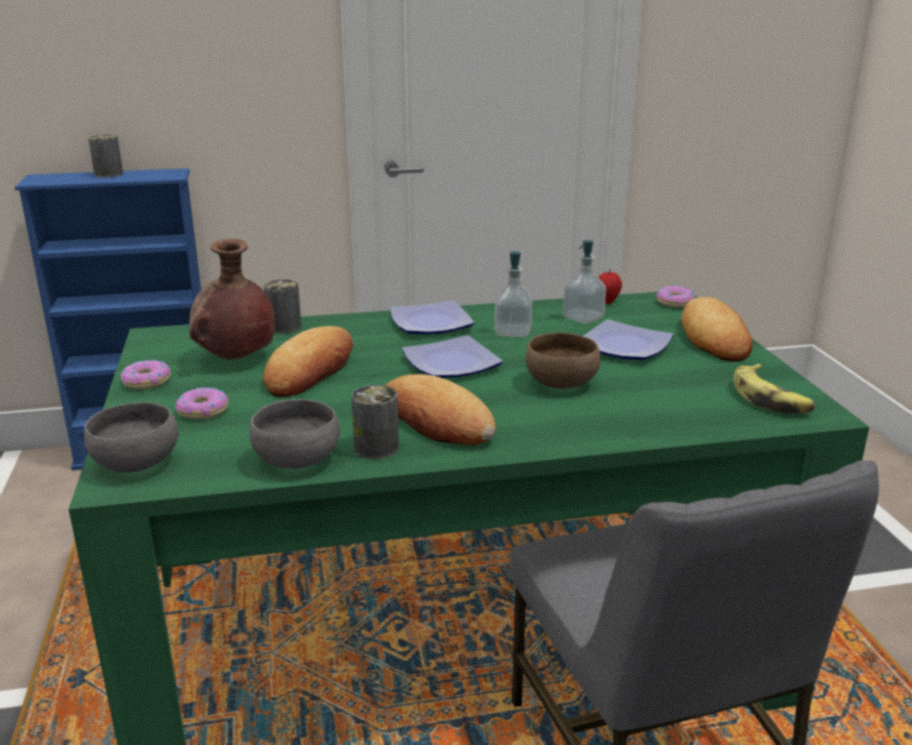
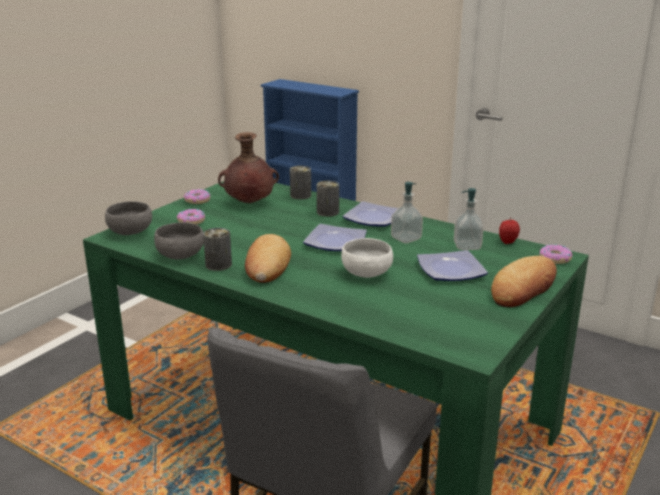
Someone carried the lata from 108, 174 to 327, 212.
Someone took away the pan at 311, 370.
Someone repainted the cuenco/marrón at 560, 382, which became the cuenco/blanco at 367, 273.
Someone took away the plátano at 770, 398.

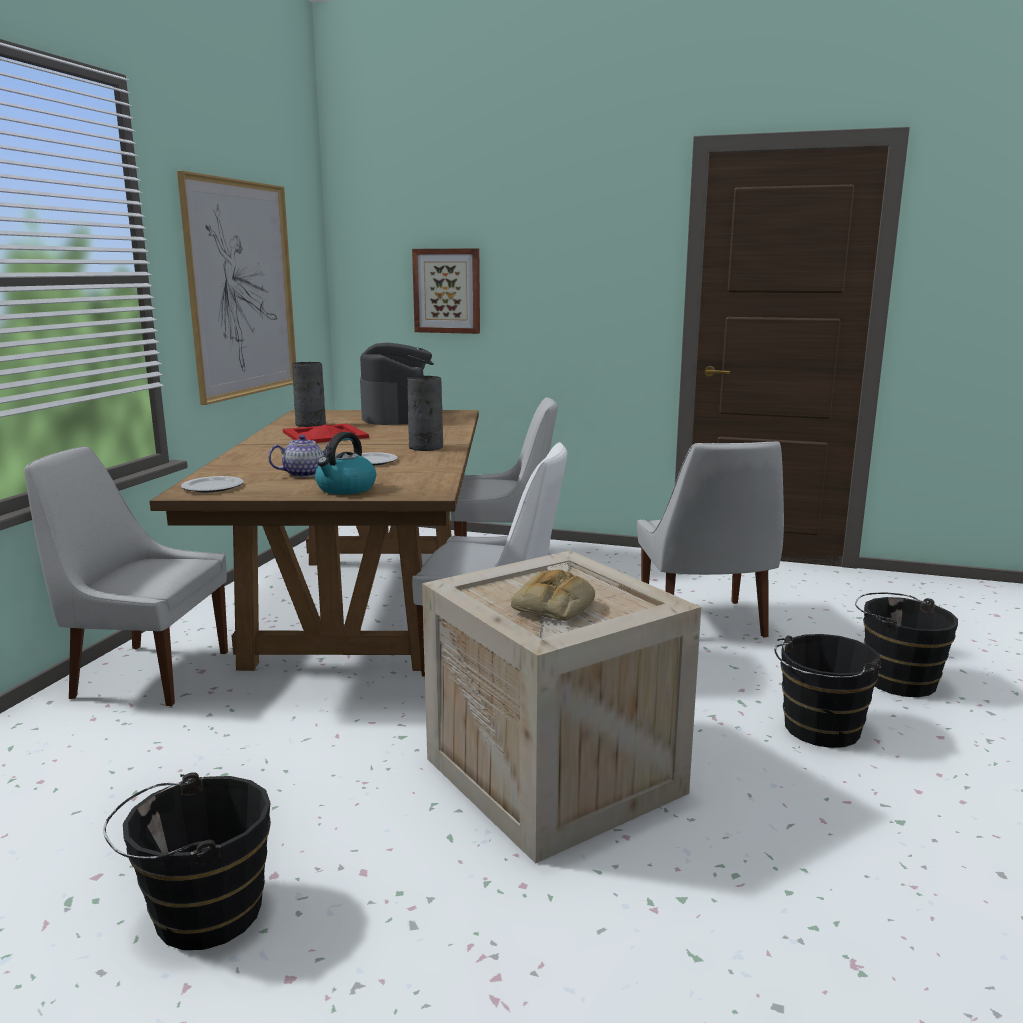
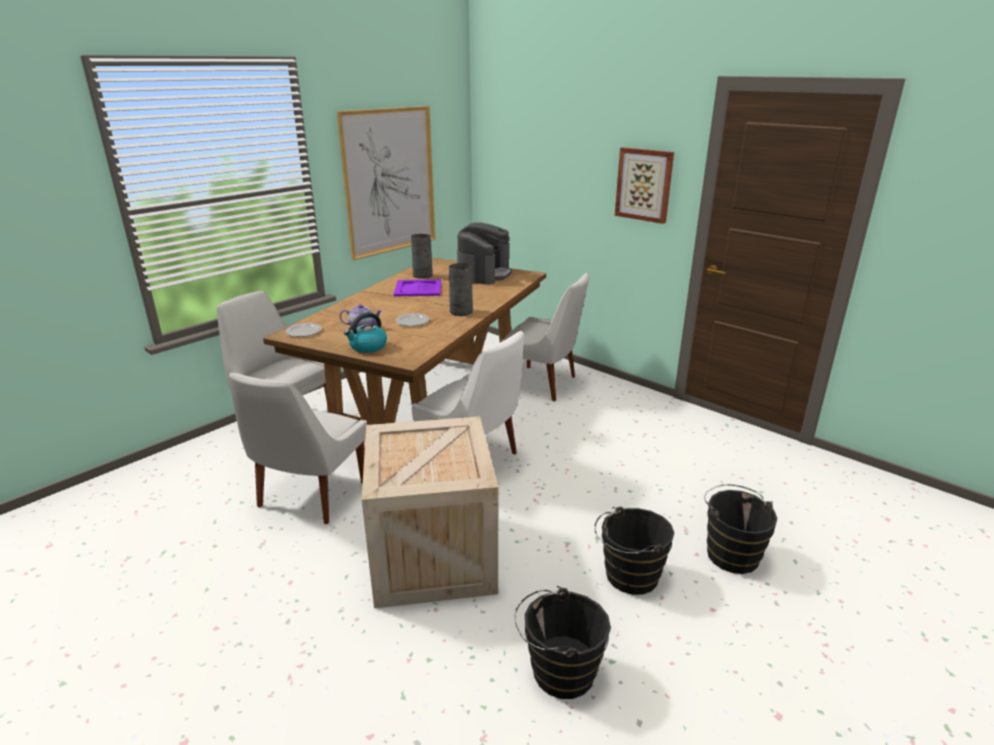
Someone carried the cuadro from 447, 291 to 644, 184.
Someone repainted the bandeja/rojo at 324, 435, which became the bandeja/morado at 417, 288.
Someone carried the silla/blanco from 703, 623 to 310, 497.
Someone took away the pan at 554, 606.
Someone carried the cubo/negro from 199, 914 to 558, 671.

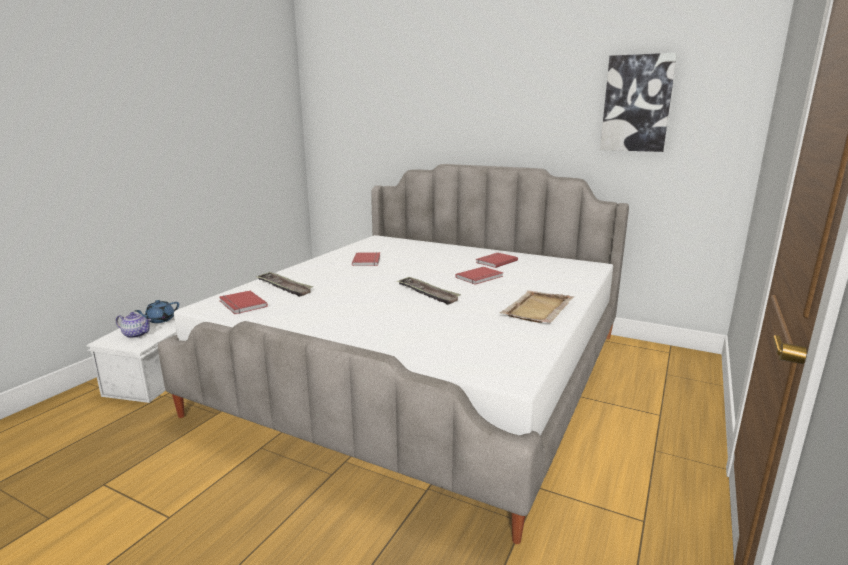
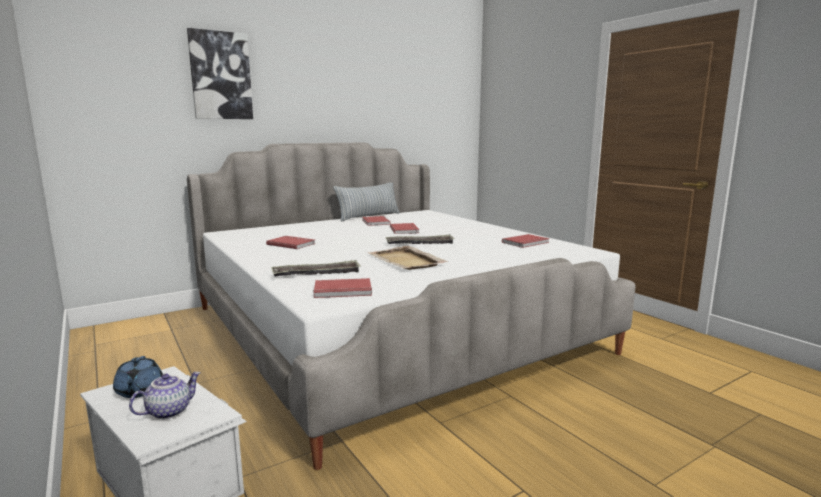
Someone carried the cuadro from 637, 103 to 220, 76.
Someone carried the bandeja/beis from 537, 309 to 406, 261.
Someone put down the cojín at 368, 216.
Someone put down the libro/rojo at 526, 243.

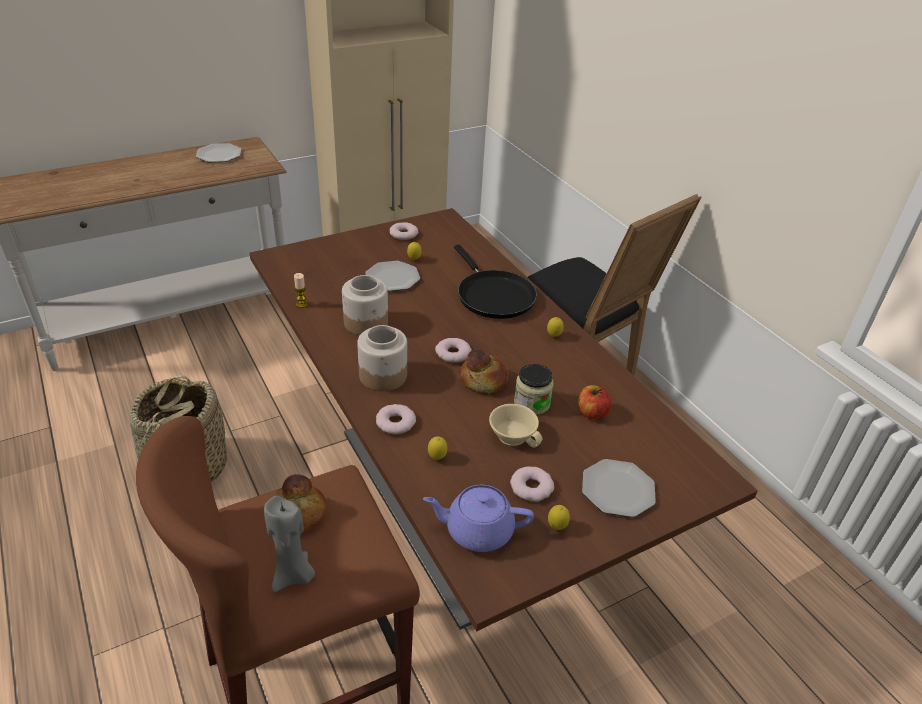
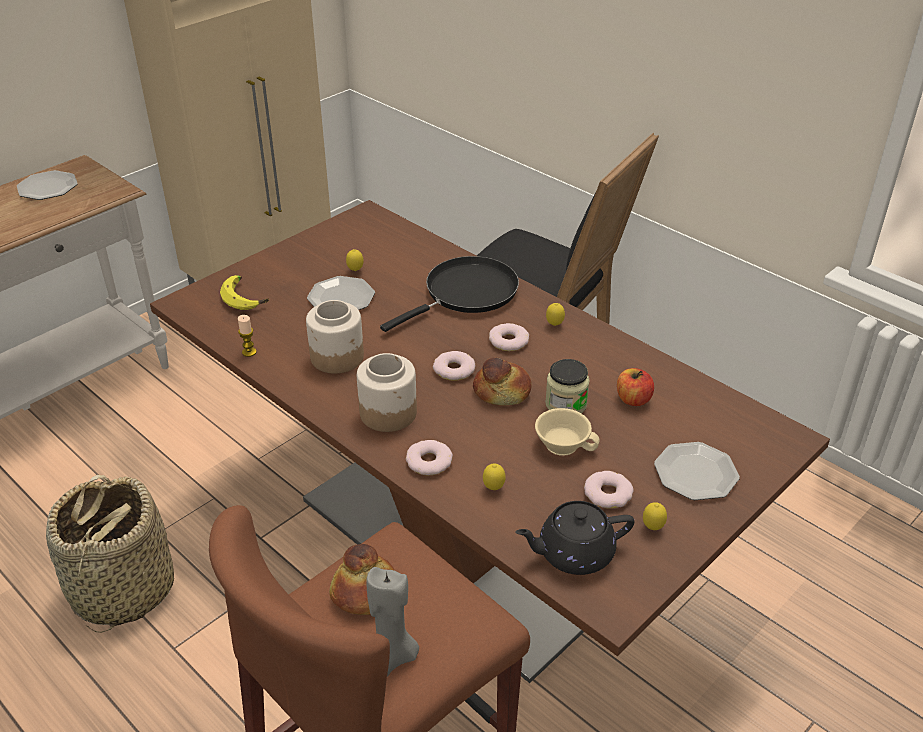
Someone carried the rosquilla from 403, 234 to 508, 341.
Someone rotated the sartén/negro at 493, 295 by 90 degrees counterclockwise.
Someone repainted the tetera/morado at 477, 530, which became the tetera/negro at 573, 553.
Someone put down the plátano at 245, 297.

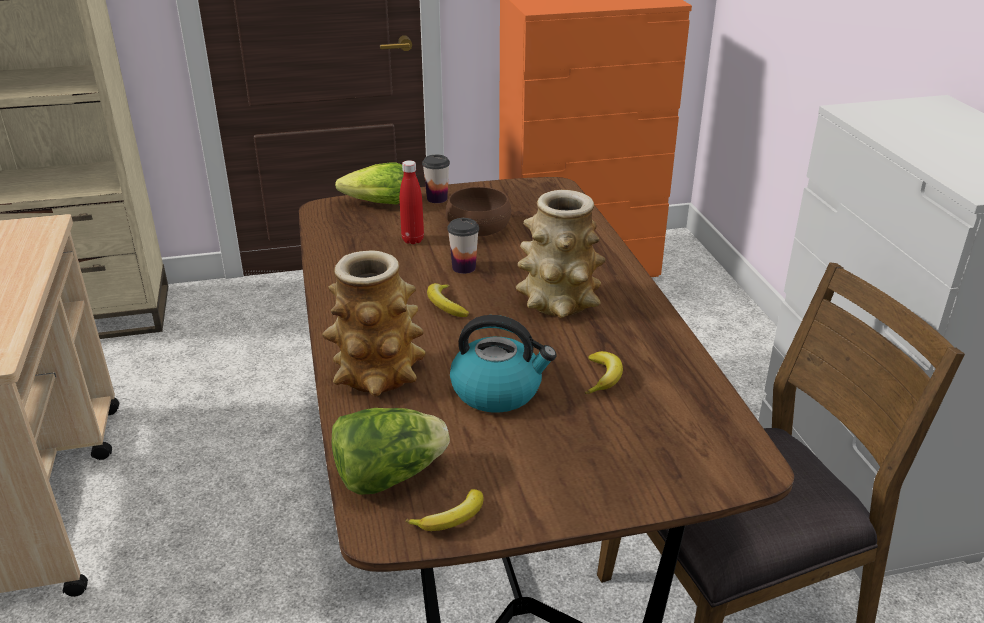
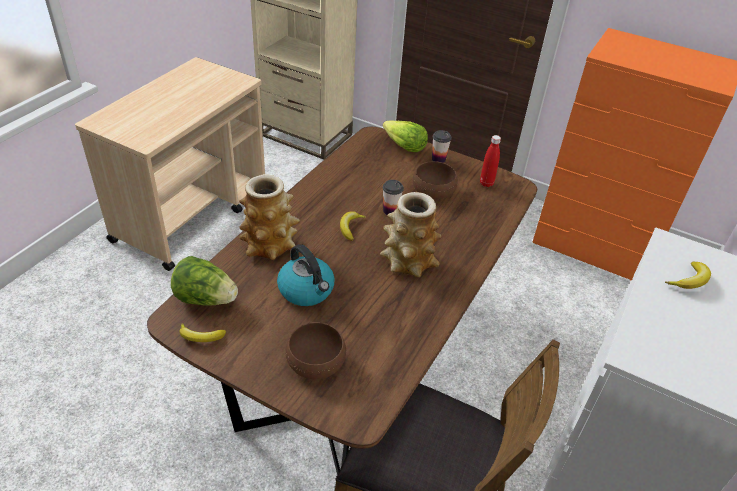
Someone carried the botella/rojo from 413, 240 to 486, 183.
Someone carried the plátano from 603, 377 to 689, 281.
Someone put down the cuenco/marrón at 316, 362.

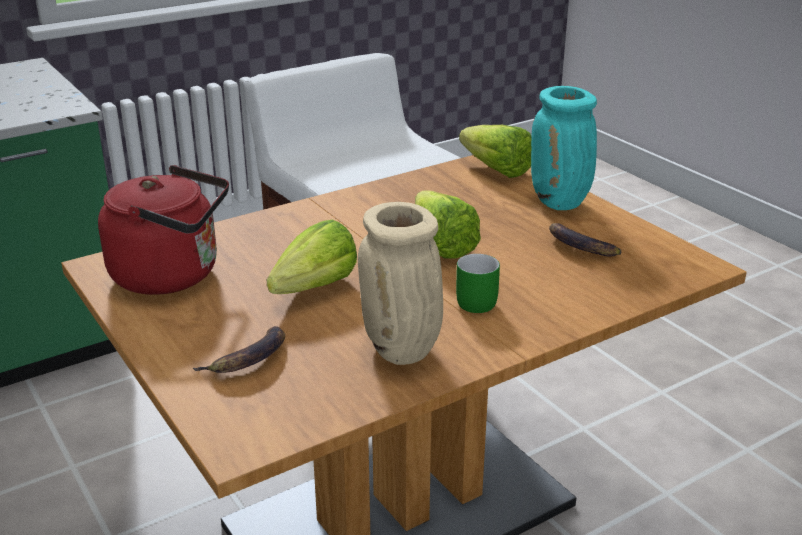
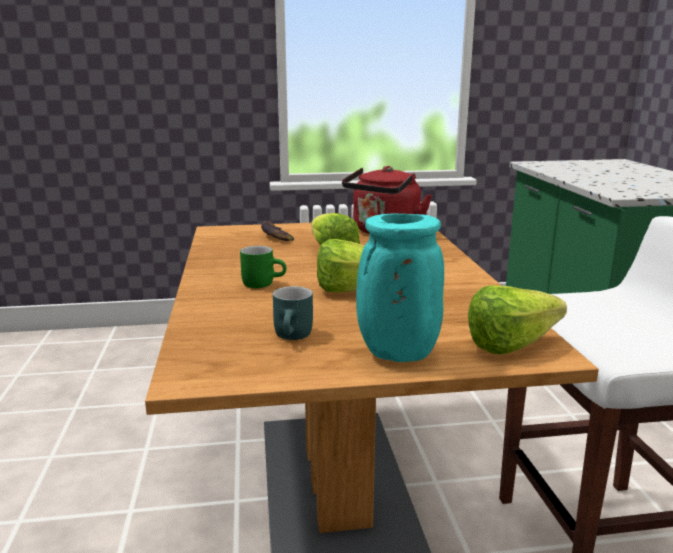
Someone took away the florero/beis at 402, 351.
Someone swapped the plátano at 579, 246 for the taza grande/turquesa at 295, 336.

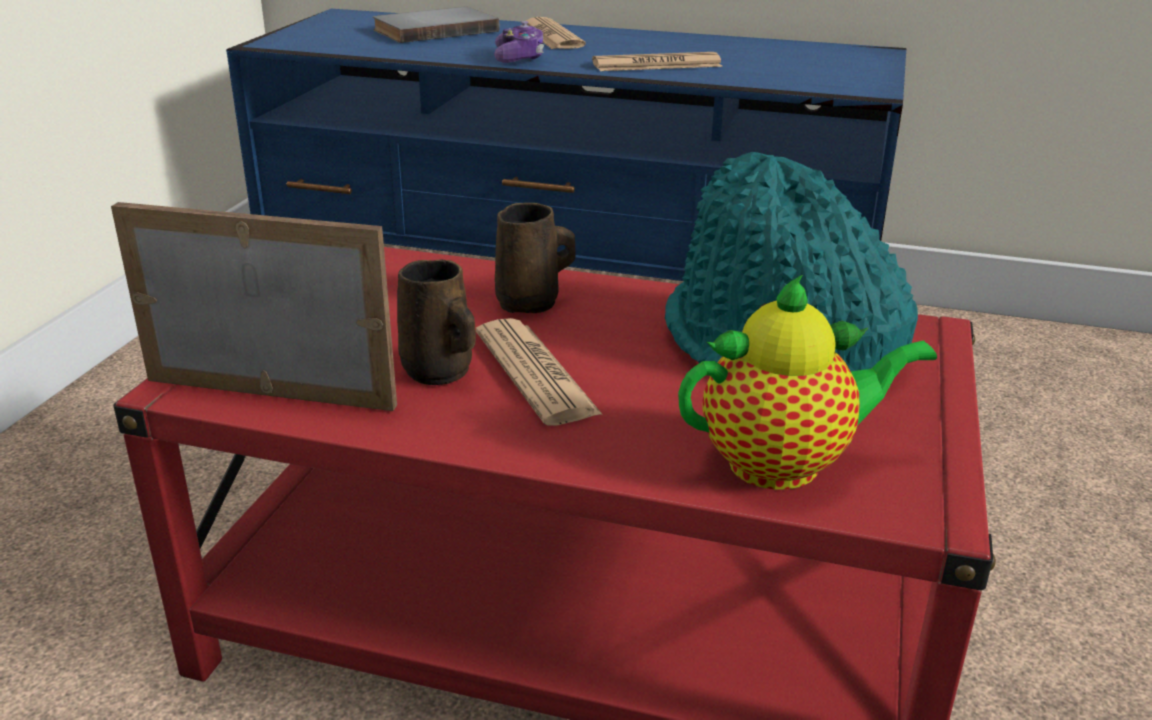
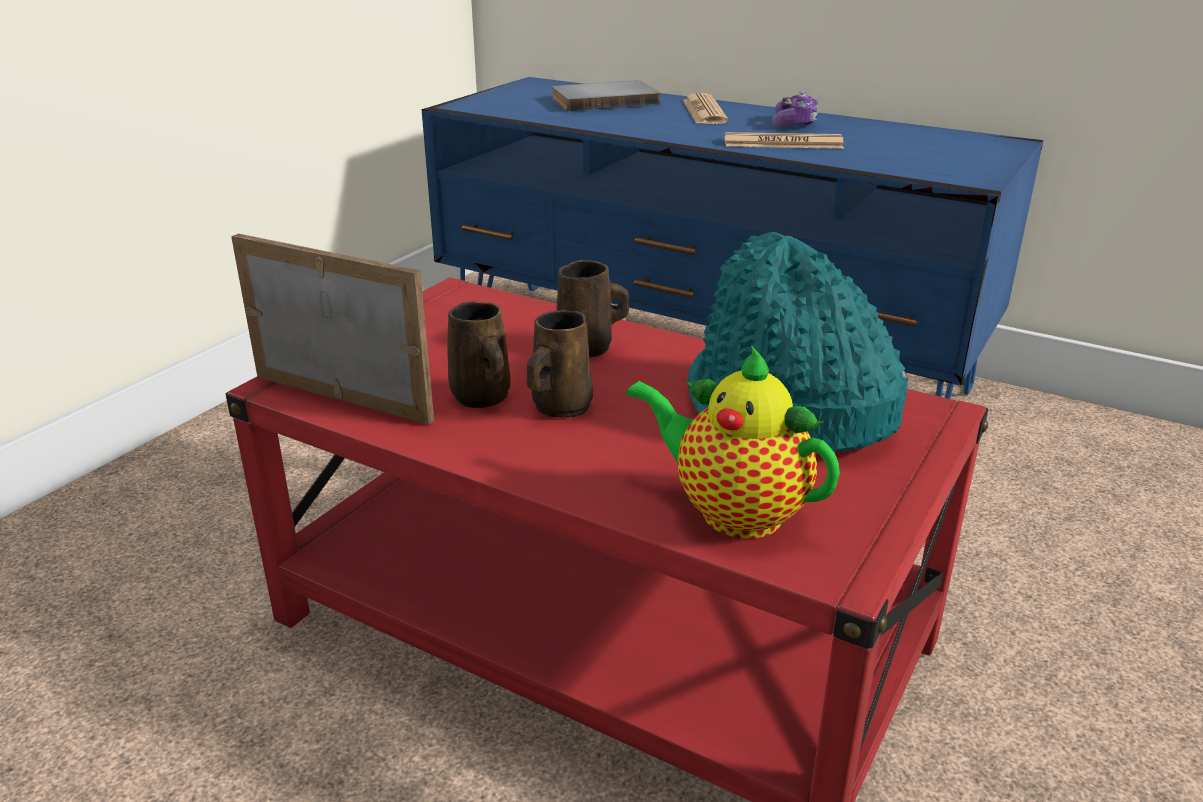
Someone carried the mando de consola from 519, 58 to 794, 123.
Someone rotated the tetera at 785, 464 by 150 degrees counterclockwise.
Someone swapped the periódico at 535, 373 for the taza grande/marrón at 560, 407.

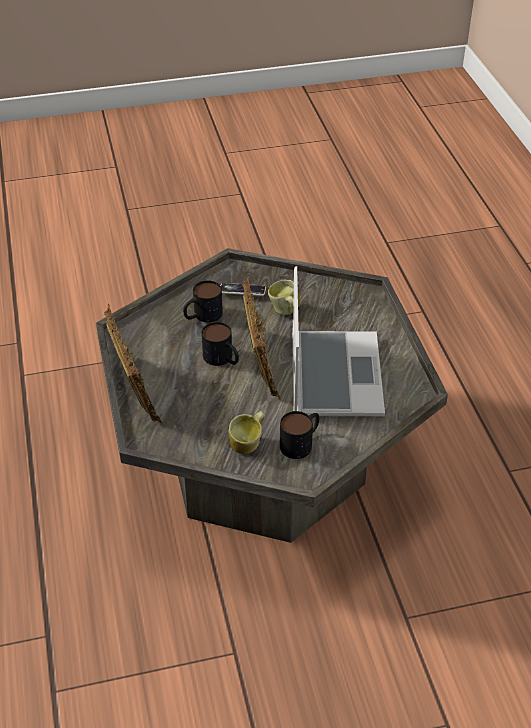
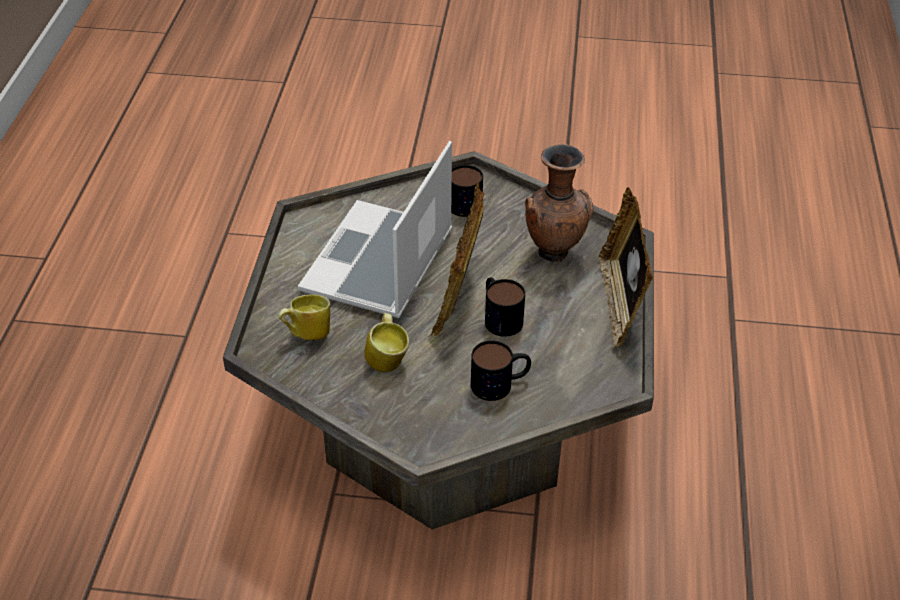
Someone took away the móvil at 242, 292.
Someone carried the taza grande from 248, 445 to 306, 334.
Someone put down the florero/marrón at 554, 251.

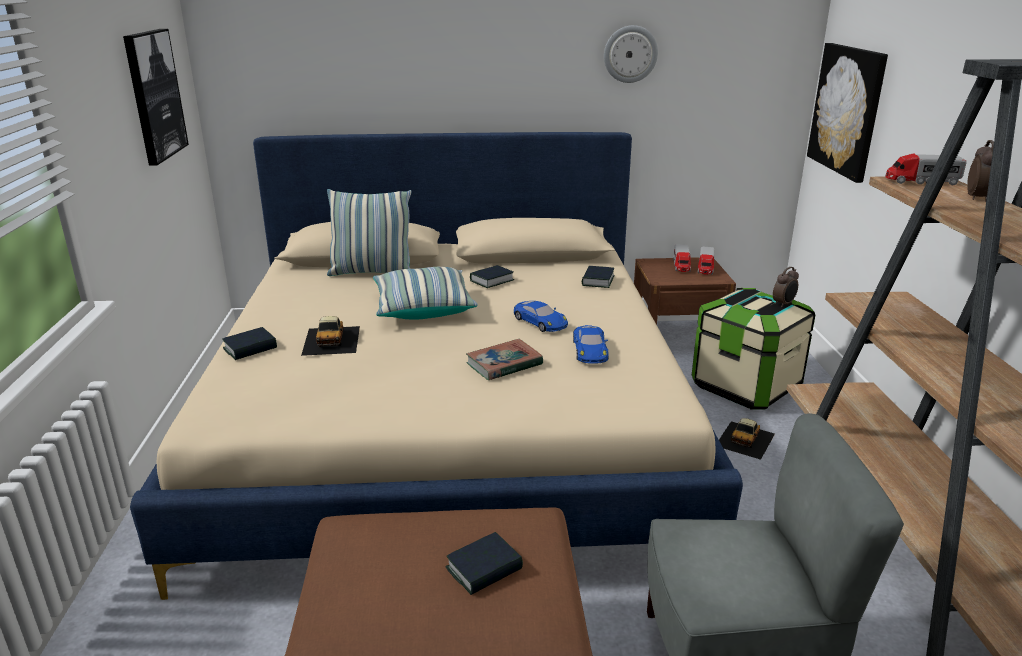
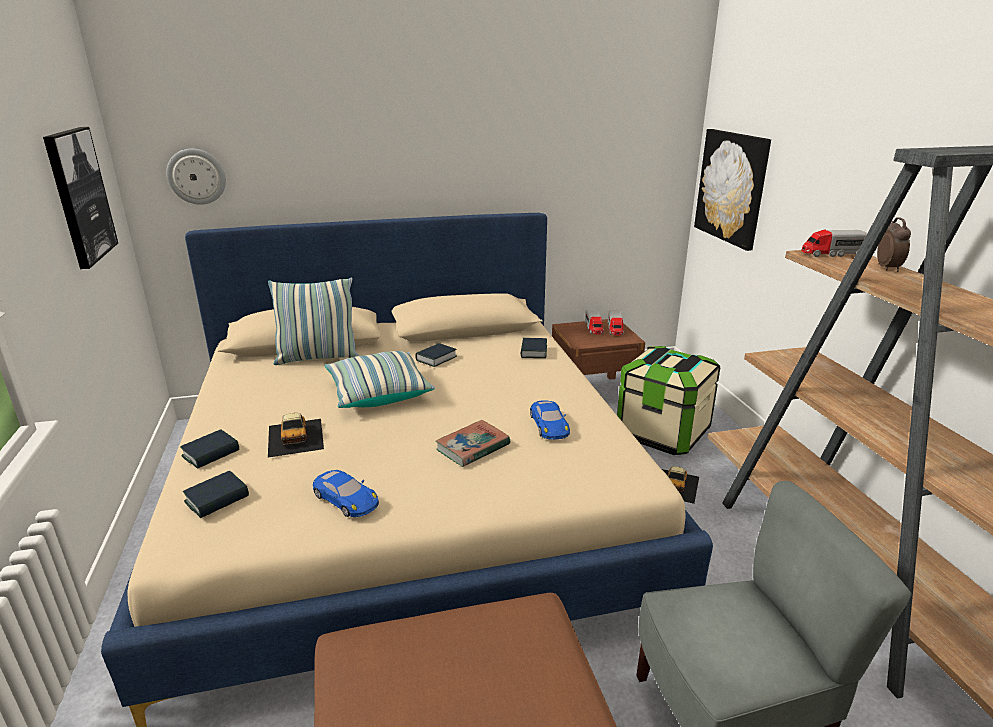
Someone carried the reloj de pared from 630, 54 to 196, 176.
Someone took away the despertador at 783, 304.
Someone carried the coche de juguete/azul from 540, 322 to 346, 499.
Someone carried the libro from 484, 569 to 217, 499.

